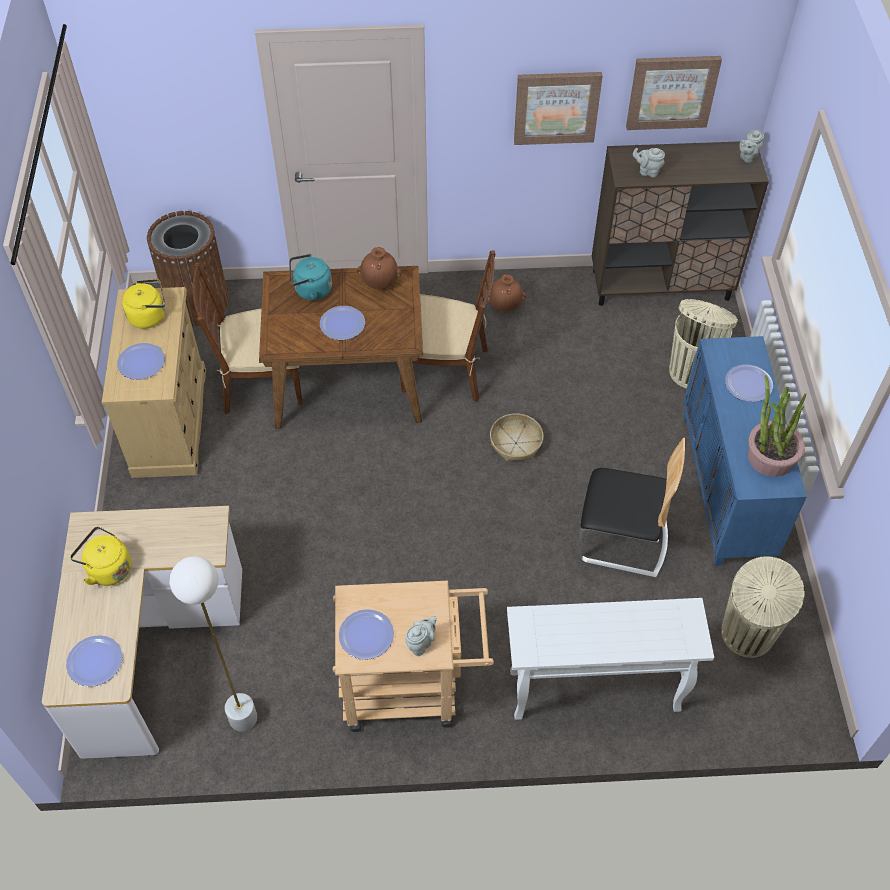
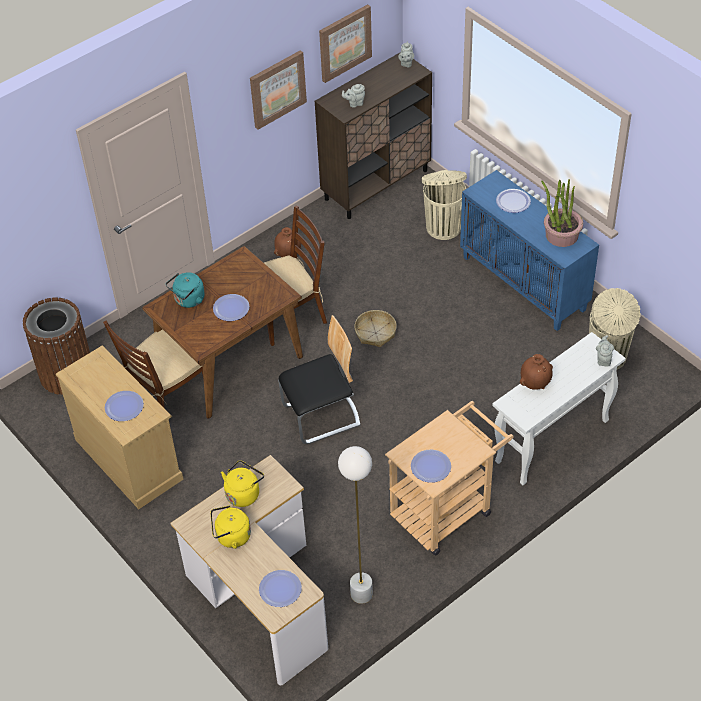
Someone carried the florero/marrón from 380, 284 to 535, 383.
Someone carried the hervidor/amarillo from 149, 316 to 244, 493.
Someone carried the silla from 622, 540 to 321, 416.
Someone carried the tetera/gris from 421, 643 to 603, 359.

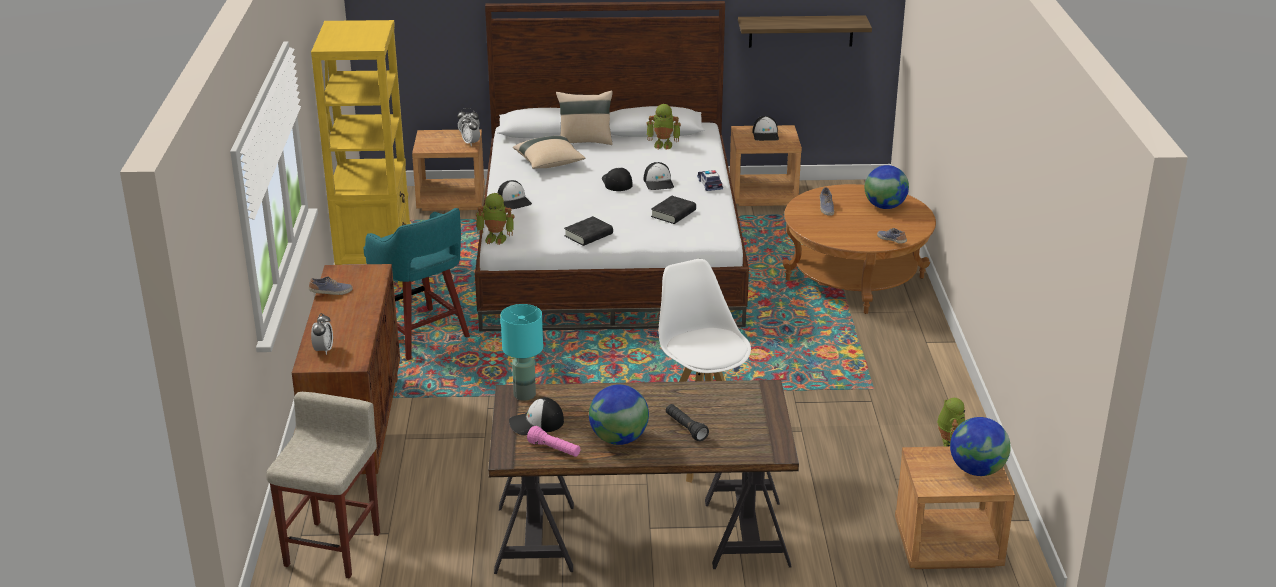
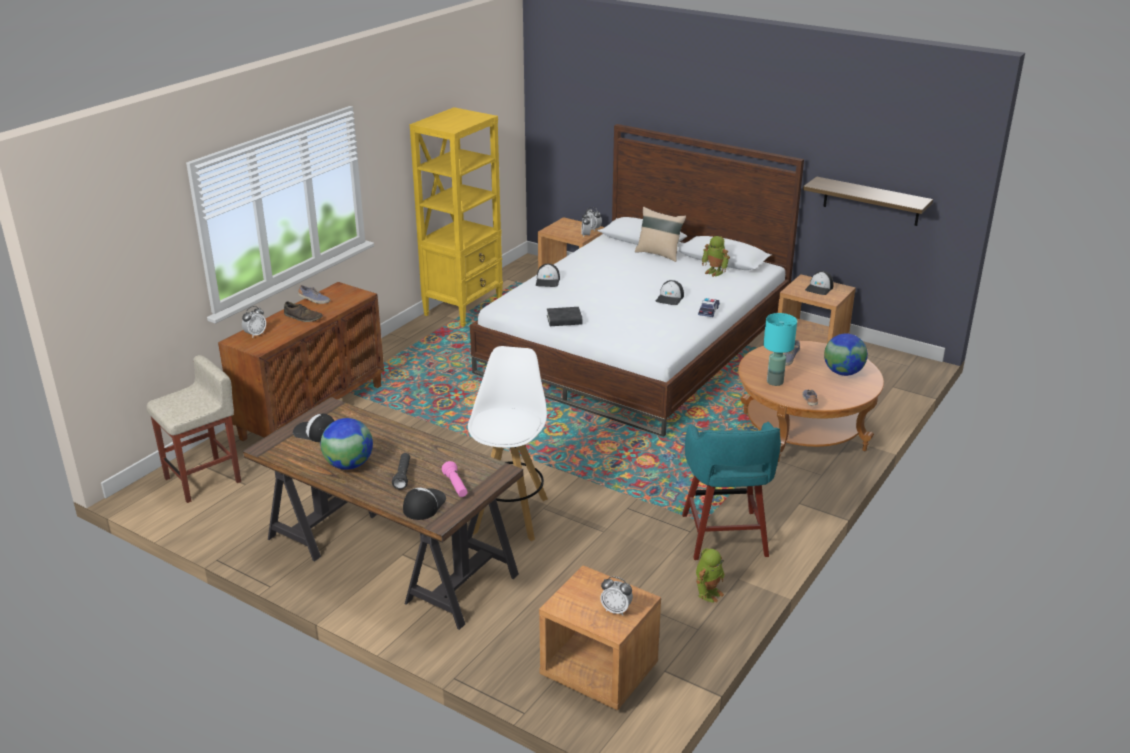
Someone took away the cojín/beis at 549, 163.
Someone carried the gorra from 616, 182 to 423, 505.
Someone took away the robot de juguete at 496, 238.
Someone took away the libro/negro at 673, 213.
Someone carried the taburete/turquesa from 421, 336 to 724, 537.
Someone carried the lámpara de mesa/turquesa from 524, 395 to 774, 382.
Someone swapped the globo terráqueo at 977, 470 for the despertador at 616, 610.
Someone carried the linterna/rosa from 554, 449 to 456, 486.
Someone put down the zapato/marrón at 303, 317.

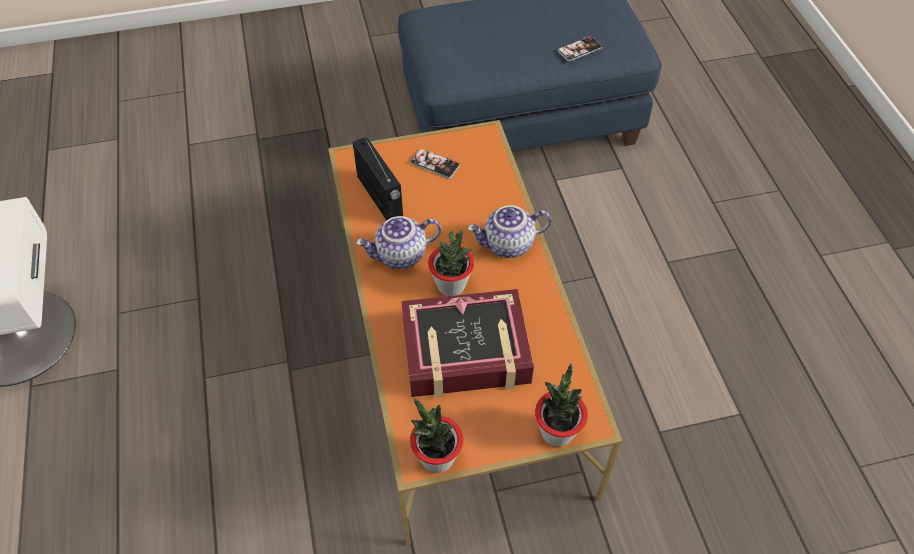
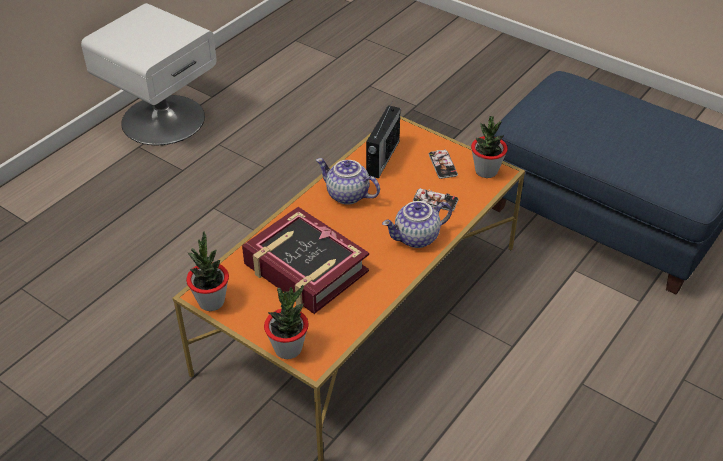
Someone carried the móvil from 579, 49 to 435, 200.
Someone rotated the tetera at 508, 245 by 60 degrees counterclockwise.
Someone carried the planta en maceta from 451, 285 to 486, 171.

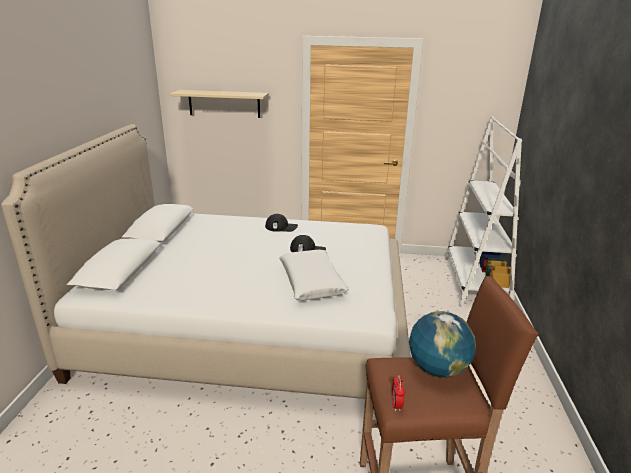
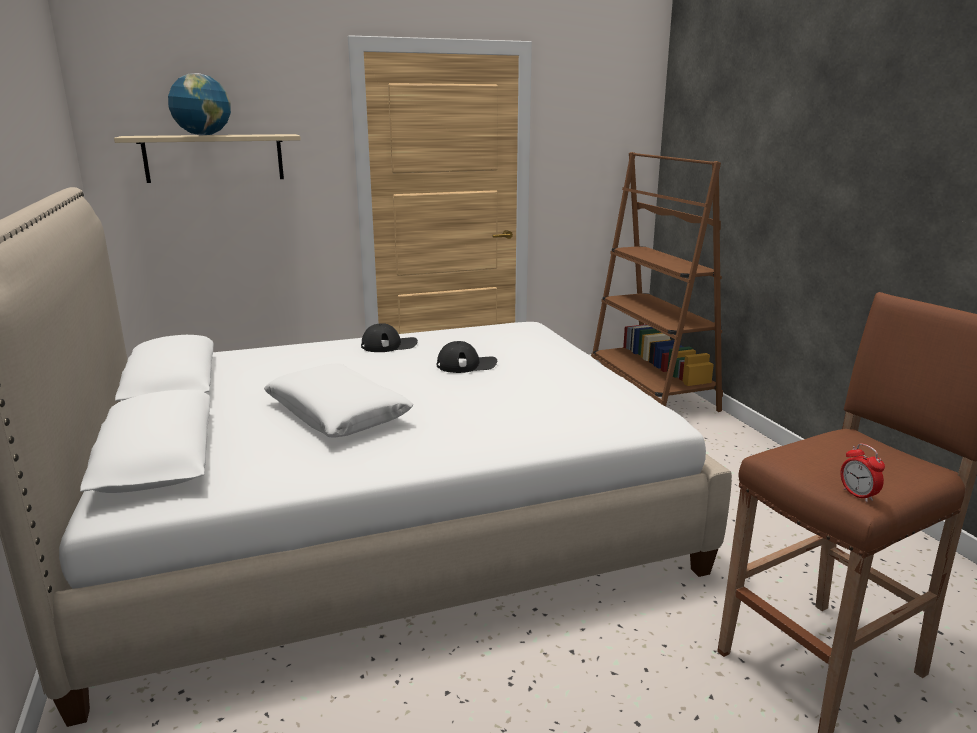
Someone repainted the estantería/blanco at 475, 282, which became the estantería/marrón at 650, 391.
Someone carried the cojín/blanco from 312, 282 to 337, 414.
Someone carried the globo terráqueo from 437, 369 to 203, 135.

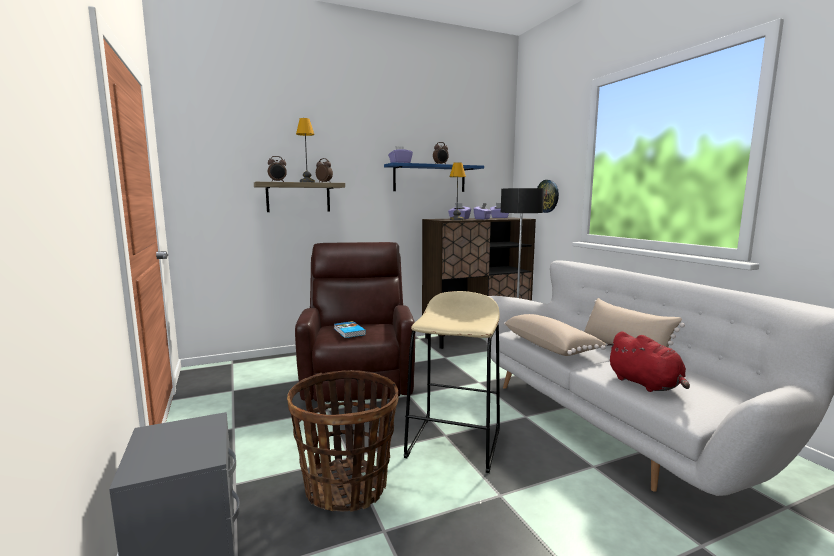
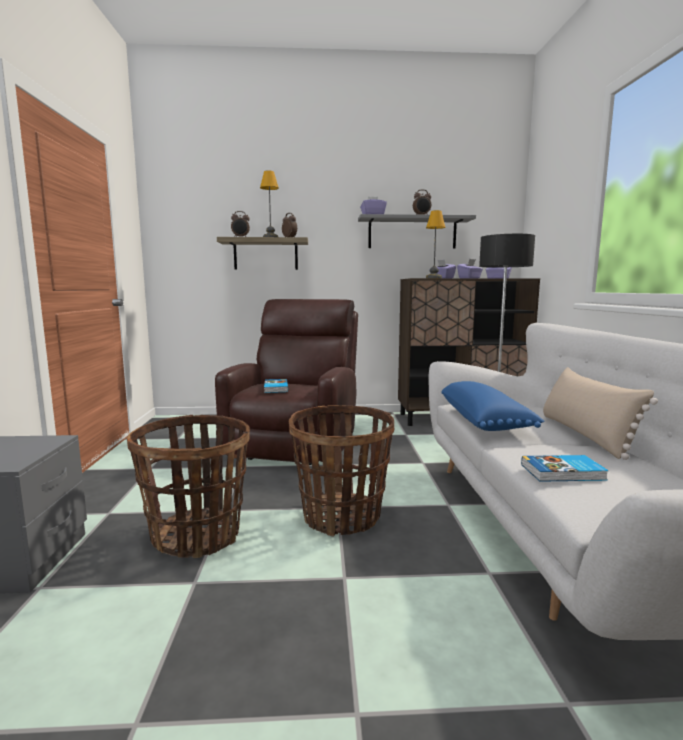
Someone repainted the estante/azul at 429, 178, which became the estante/gris at 412, 233.
Someone took away the reloj de pared at 547, 196.
Someone swapped the taburete/beis at 455, 442 for the cesta at 342, 516.
Someone repainted the cojín/beis at 550, 346, which became the cojín/azul at 485, 421.
Someone swapped the peluche/rojo at 646, 384 for the libro at 563, 472.

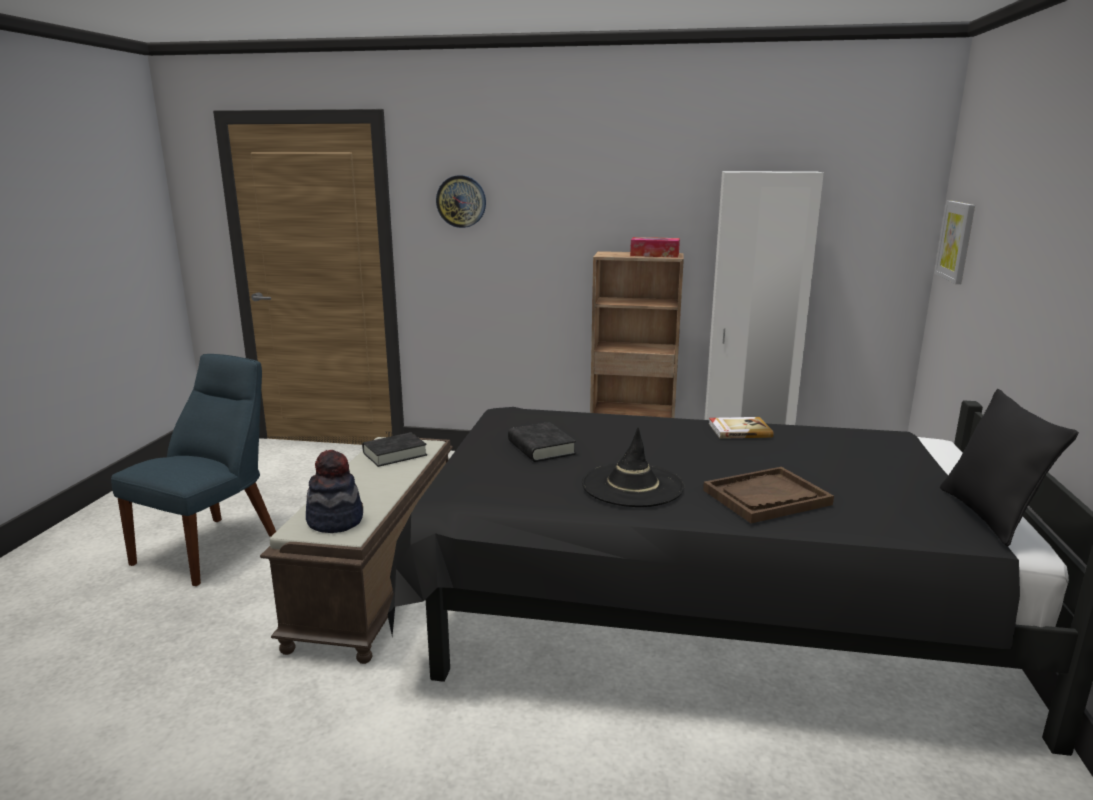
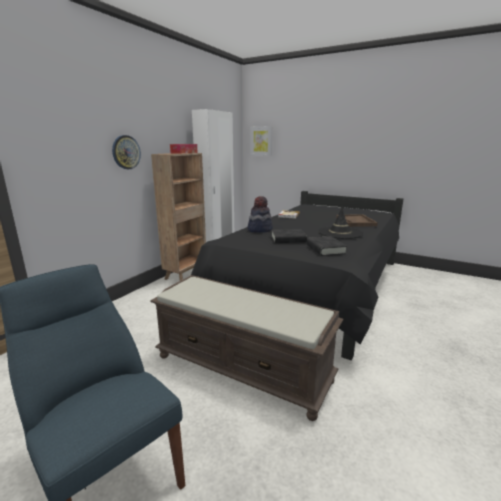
Someone carried the reloj de pared from 461, 201 to 126, 152.
Someone took away the cojín/negro at 988, 515.
Someone carried the libro/negro from 394, 454 to 325, 249.
Someone carried the sombrero from 335, 520 to 259, 229.

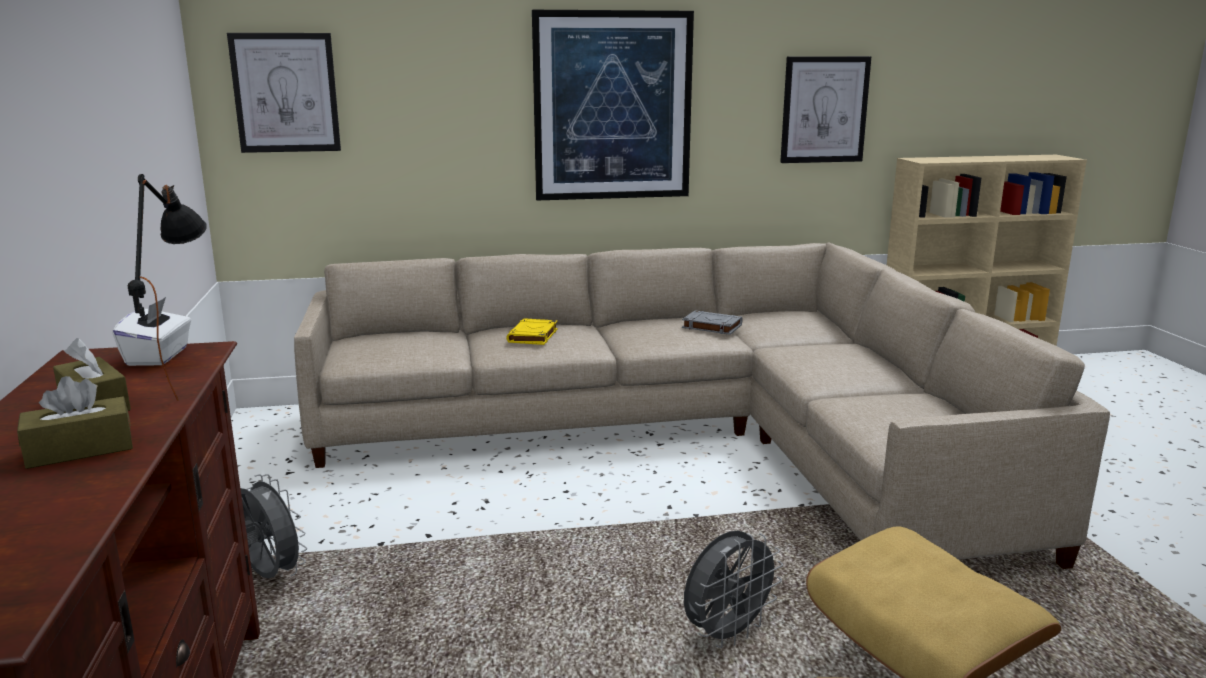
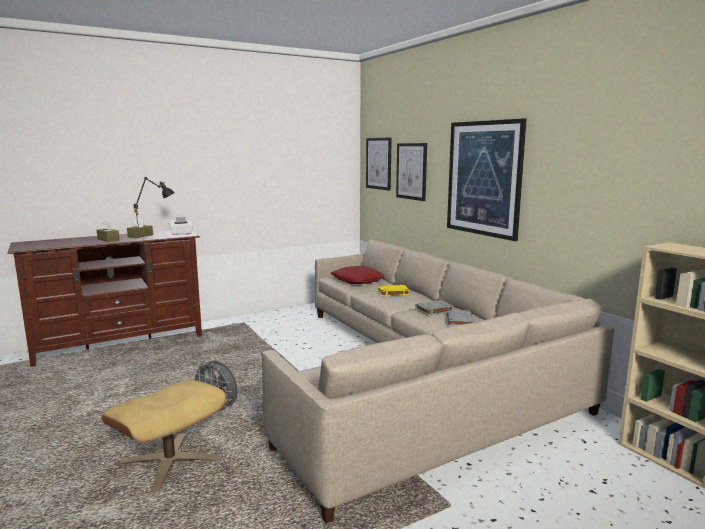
Someone carried the cuadro from 824, 110 to 411, 171.
Someone took away the ventilador/gris at 269, 576.
Someone put down the cojín/rojo at 357, 280.
Someone put down the libro/gris at 433, 310.

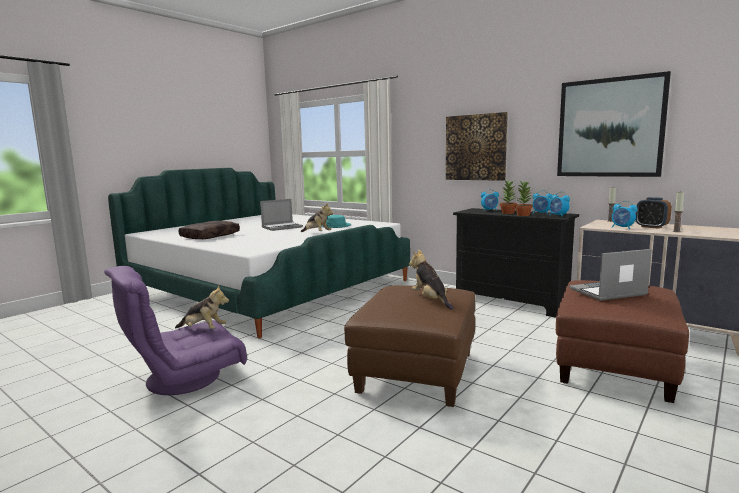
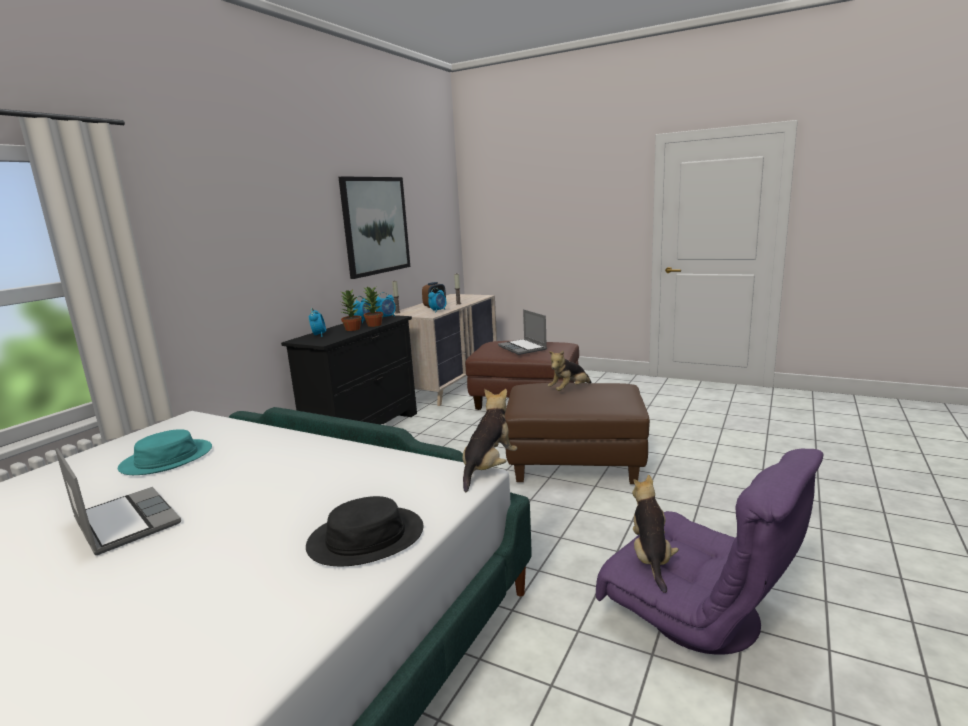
Someone took away the cuadro at 475, 147.
Someone carried the peluche from 316, 233 to 488, 468.
Someone took away the cojín/marrón at 210, 236.
Someone put down the sombrero/negro at 366, 538.

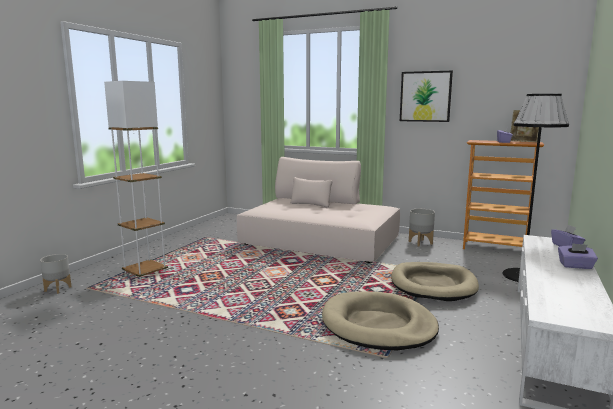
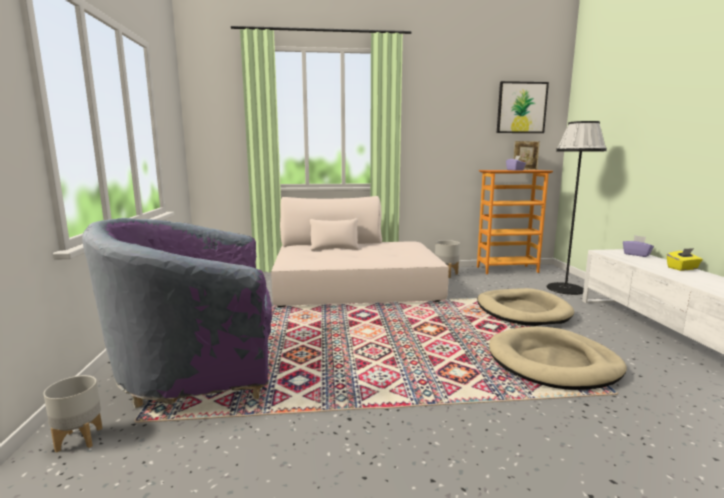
Someone carried the cuadro from 425, 96 to 521, 108.
Someone swapped the lámpara de pie/blanco at 145, 273 for the sillón/morado at 201, 373.
Someone repainted the caja de pañuelos/morado at 575, 266, which became the caja de pañuelos/amarillo at 682, 268.

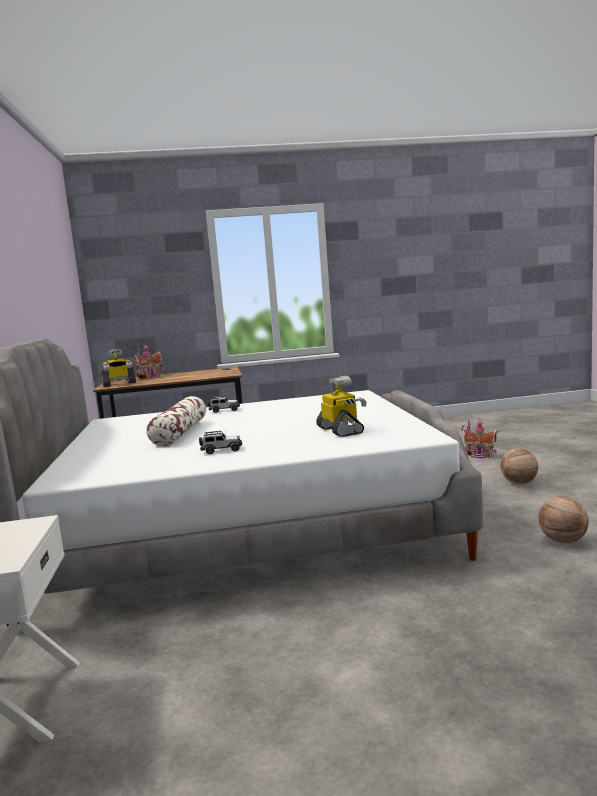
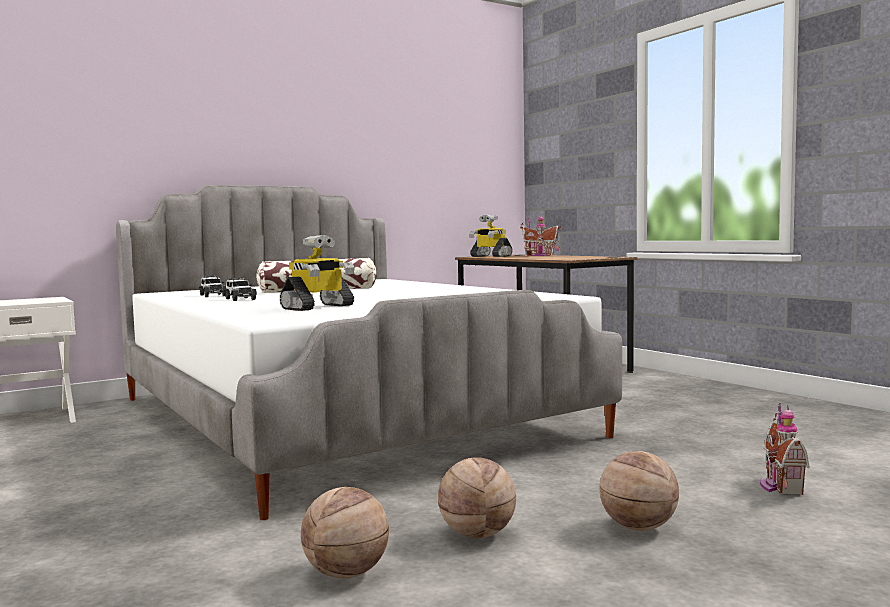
Someone carried the coche de juguete from 224, 410 to 212, 295.
Someone put down the balón de baloncesto at 477, 534.

